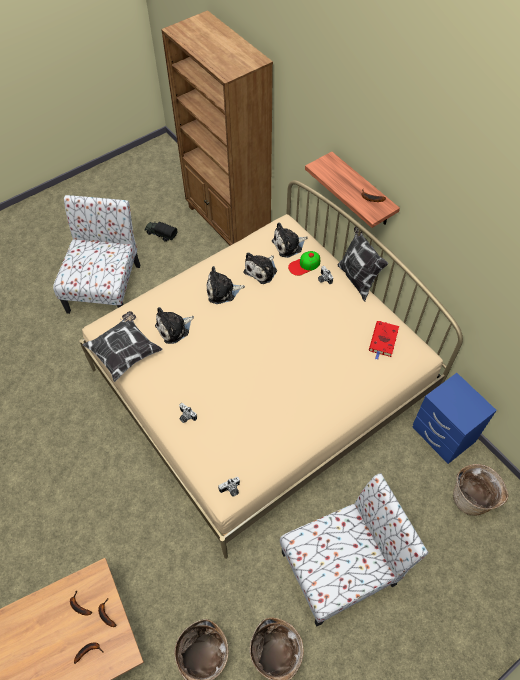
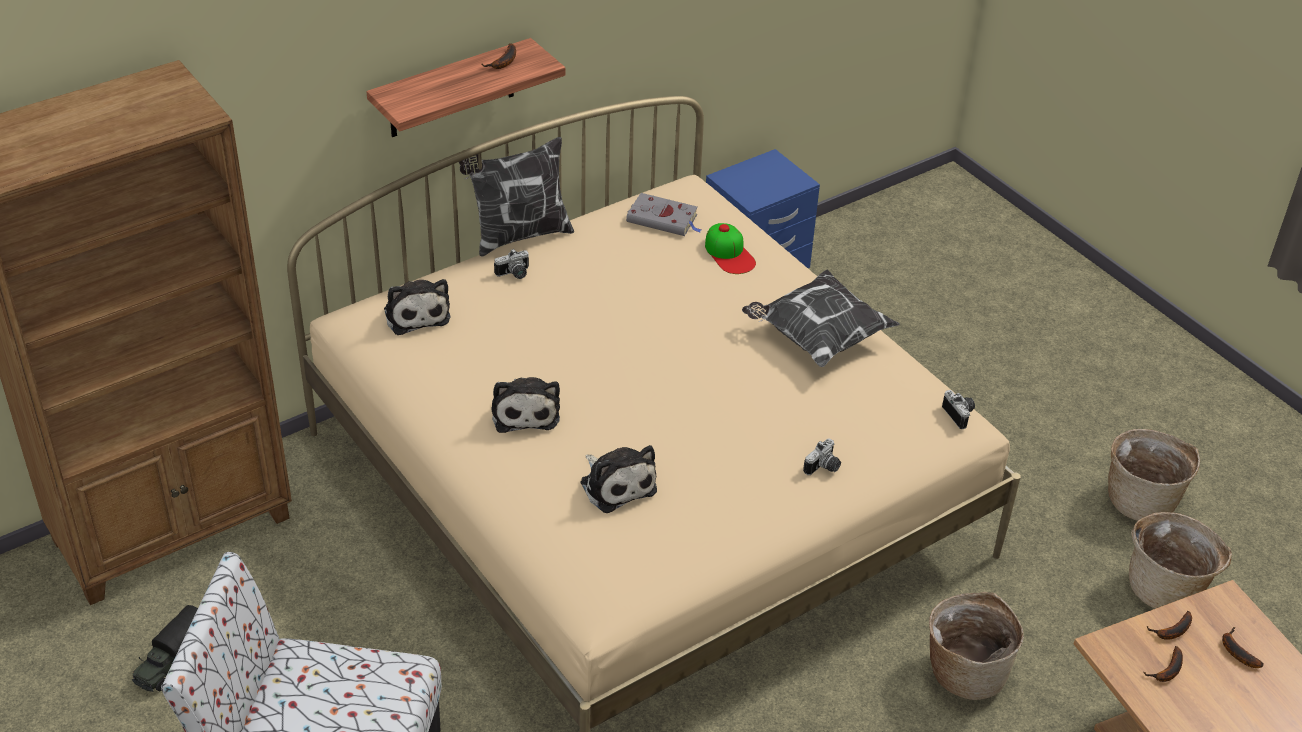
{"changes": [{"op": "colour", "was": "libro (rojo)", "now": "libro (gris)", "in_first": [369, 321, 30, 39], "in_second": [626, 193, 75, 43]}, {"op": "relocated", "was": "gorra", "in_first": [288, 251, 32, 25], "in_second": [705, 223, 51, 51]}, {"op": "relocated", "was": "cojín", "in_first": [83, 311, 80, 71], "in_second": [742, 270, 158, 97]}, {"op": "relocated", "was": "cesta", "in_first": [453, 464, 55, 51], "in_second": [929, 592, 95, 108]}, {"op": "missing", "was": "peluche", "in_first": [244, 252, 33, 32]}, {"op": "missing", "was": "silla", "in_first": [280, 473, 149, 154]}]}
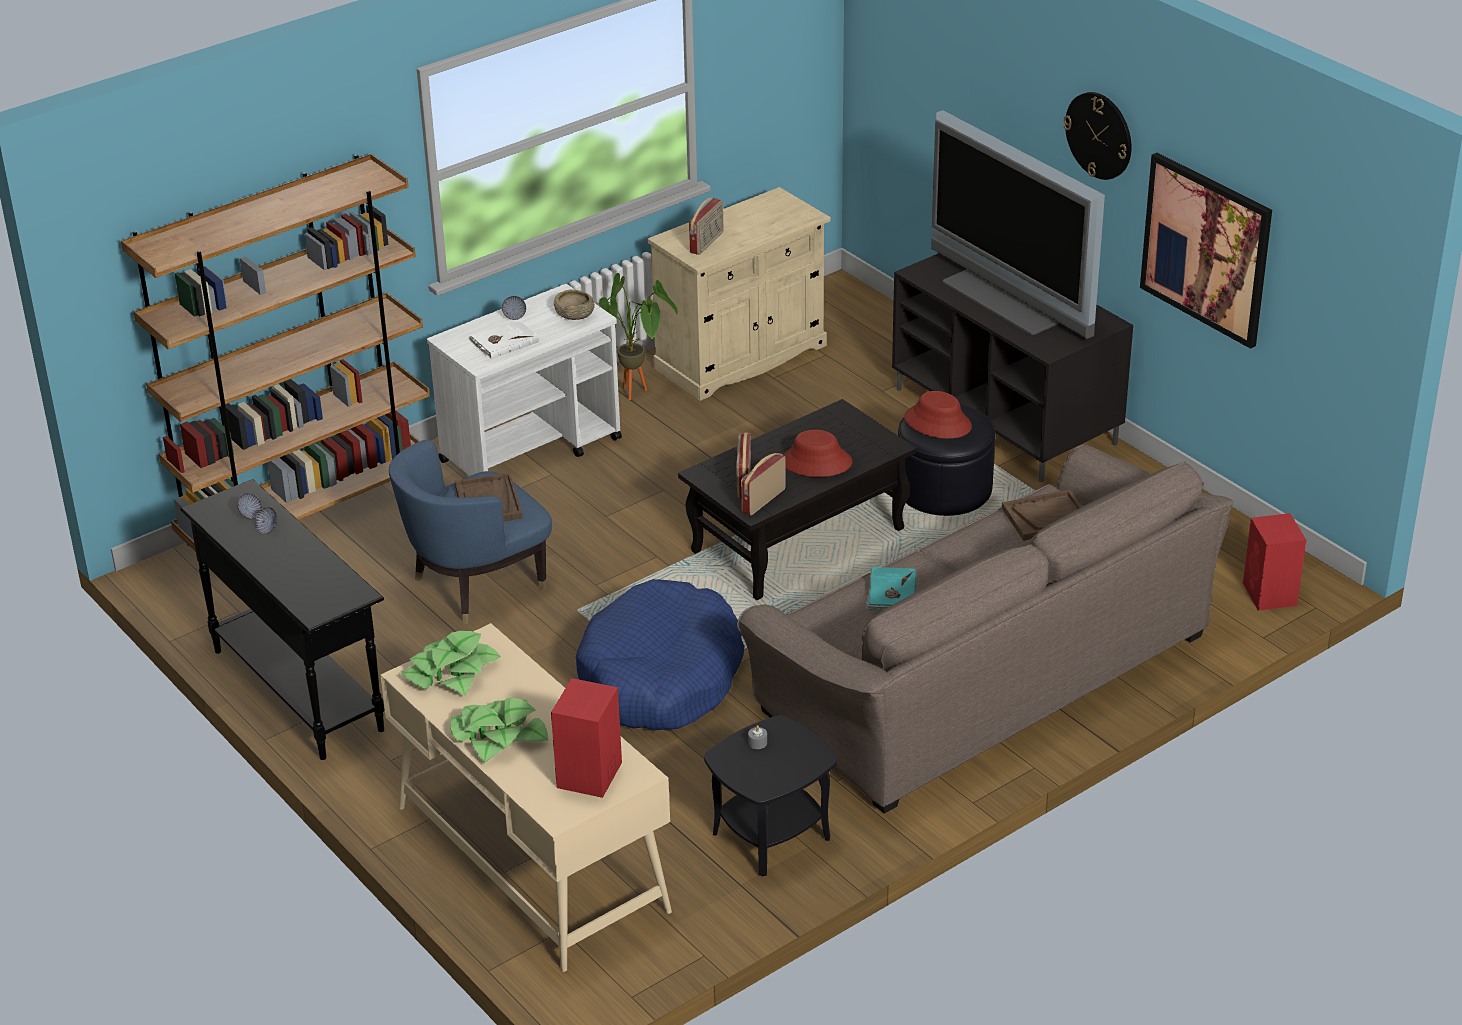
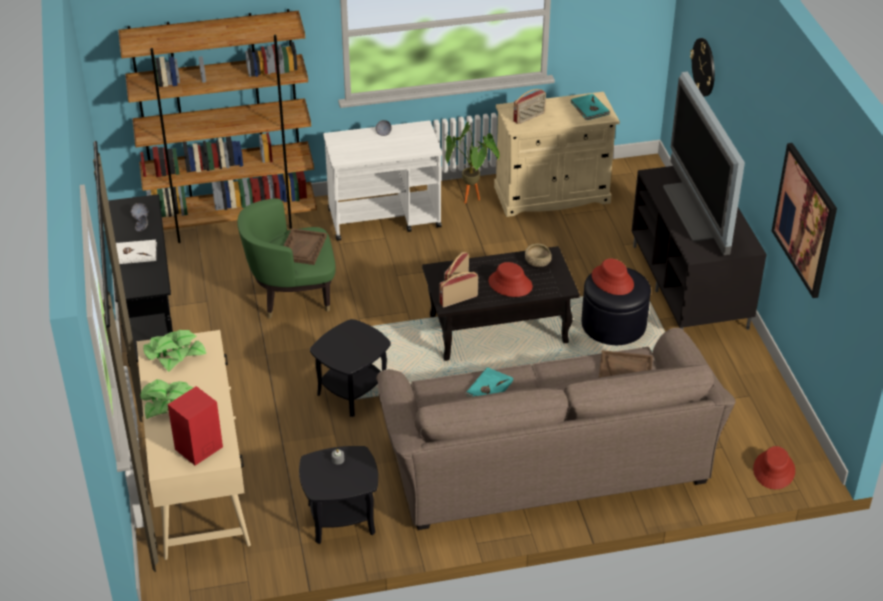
{"changes": [{"op": "relocated", "was": "libro (blanco)", "in_first": [469, 319, 70, 40], "in_second": [116, 240, 41, 24]}, {"op": "colour", "was": "sillón (azul)", "now": "sillón (verde)", "in_first": [389, 440, 163, 184], "in_second": [237, 198, 99, 121]}, {"op": "exchanged", "was": "cama para perro (azul)", "now": "mesa auxiliar (negro)", "in_first": [576, 579, 168, 152], "in_second": [310, 319, 81, 98]}, {"op": "relocated", "was": "cuenco (beis)", "in_first": [554, 289, 41, 31], "in_second": [525, 244, 27, 23]}, {"op": "appeared", "now": "libro (turquesa)", "in_second": [570, 94, 40, 26]}, {"op": "relocated", "was": "reloj de pared", "in_first": [1063, 92, 68, 88], "in_second": [690, 38, 25, 58]}, {"op": "exchanged", "was": "altavoz (rojo)", "now": "sombrero (rojo)", "in_first": [1243, 513, 63, 98], "in_second": [753, 446, 42, 43]}]}
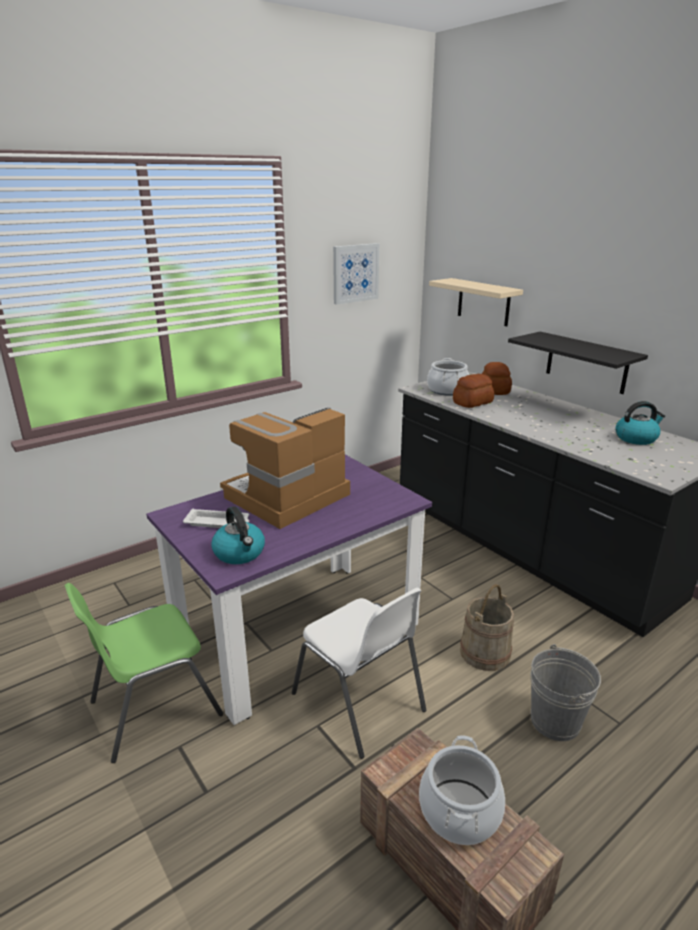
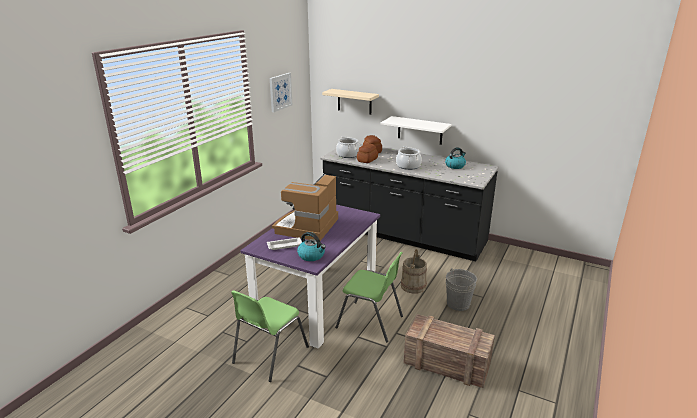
{"changes": [{"op": "colour", "was": "silla (blanco)", "now": "silla (verde)", "in_first": [292, 588, 134, 171], "in_second": [335, 252, 68, 90]}, {"op": "colour", "was": "estante (negro)", "now": "estante (blanco)", "in_first": [508, 332, 140, 62], "in_second": [381, 116, 71, 29]}, {"op": "relocated", "was": "olla", "in_first": [419, 735, 86, 110], "in_second": [396, 146, 26, 24]}]}
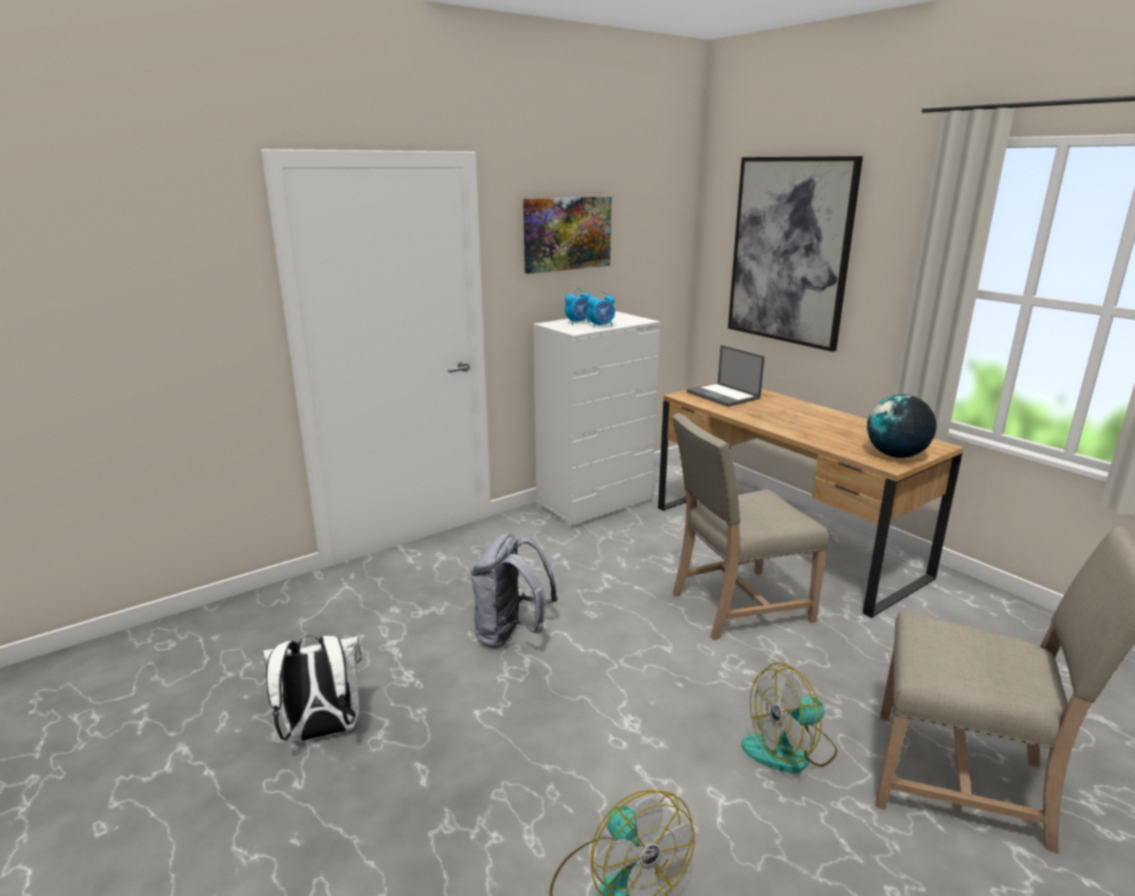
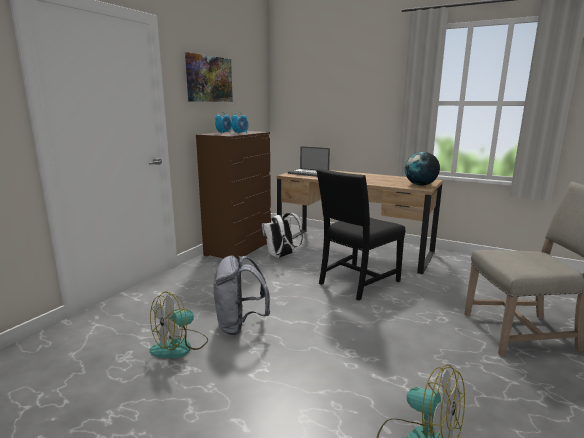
{"changes": [{"op": "relocated", "was": "ventilador", "in_first": [741, 663, 96, 110], "in_second": [150, 291, 58, 67]}, {"op": "colour", "was": "cómoda (blanco)", "now": "cómoda (marrón)", "in_first": [533, 311, 127, 216], "in_second": [196, 131, 75, 129]}, {"op": "relocated", "was": "mochila (blanco)", "in_first": [263, 635, 98, 106], "in_second": [262, 213, 41, 45]}, {"op": "colour", "was": "silla (beis)", "now": "silla (negro)", "in_first": [672, 413, 158, 227], "in_second": [316, 168, 89, 133]}, {"op": "missing", "was": "cuadro", "in_first": [728, 156, 135, 196]}]}
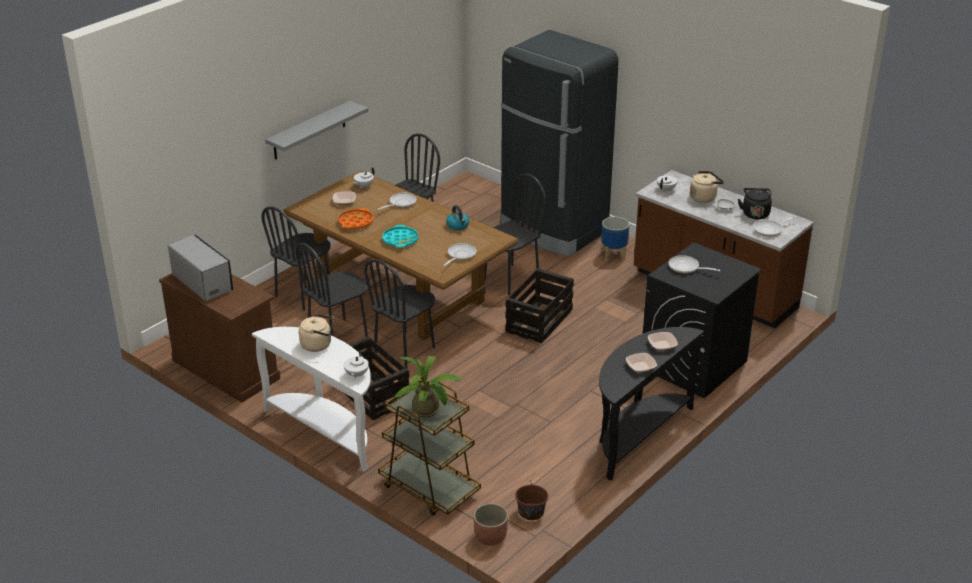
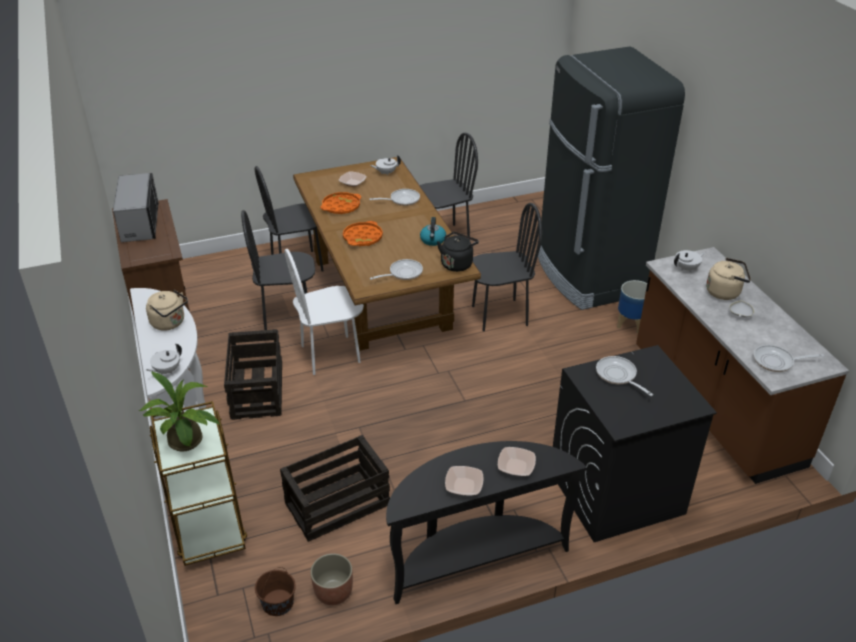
{"changes": [{"op": "relocated", "was": "caja de embalaje", "in_first": [505, 268, 69, 76], "in_second": [280, 435, 110, 107]}, {"op": "colour", "was": "silla (negro)", "now": "silla (blanco)", "in_first": [364, 259, 71, 110], "in_second": [285, 249, 79, 126]}, {"op": "relocated", "was": "maceta", "in_first": [474, 503, 34, 43], "in_second": [310, 553, 43, 52]}, {"op": "colour", "was": "bandeja (turquesa)", "now": "bandeja (naranja)", "in_first": [382, 225, 36, 22], "in_second": [343, 221, 40, 25]}, {"op": "relocated", "was": "hervidor (negro)", "in_first": [738, 188, 34, 31], "in_second": [437, 232, 42, 40]}, {"op": "missing", "was": "estante (gris)", "in_first": [265, 101, 103, 59]}]}
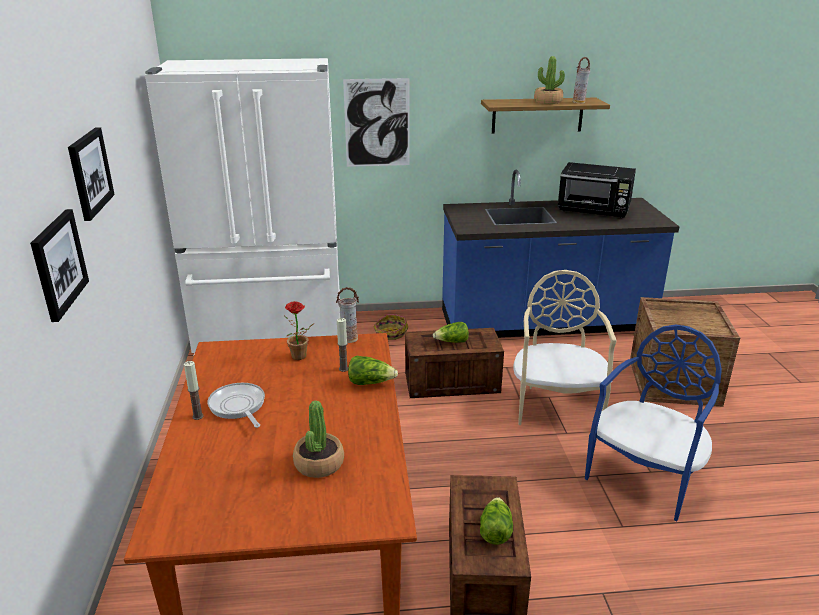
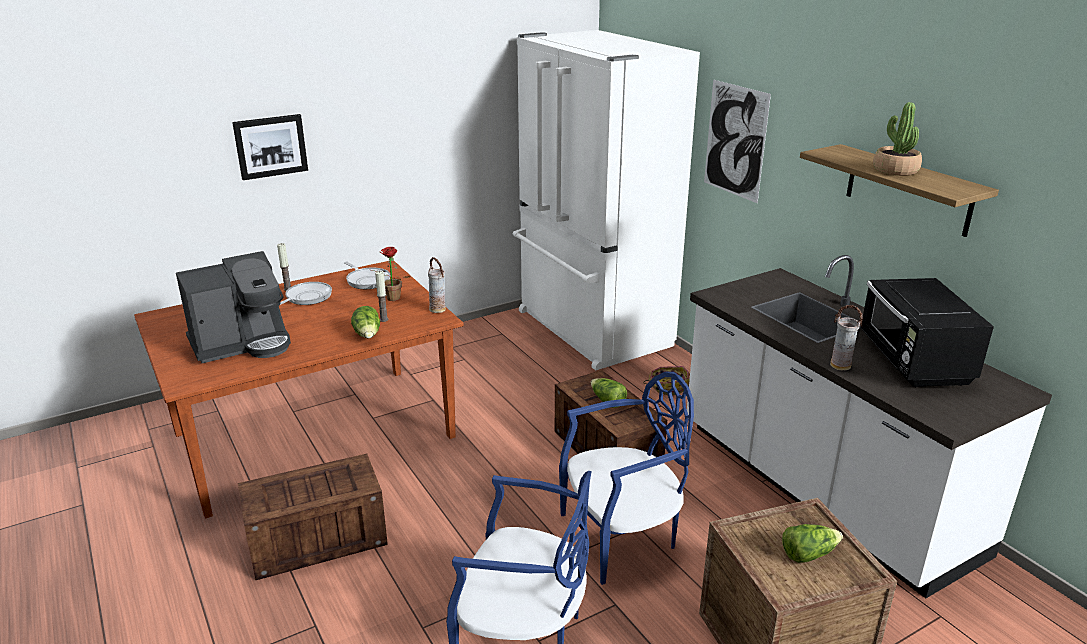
{"changes": [{"op": "exchanged", "was": "planta en maceta", "now": "cafetera", "in_first": [293, 400, 51, 78], "in_second": [176, 251, 115, 112]}, {"op": "appeared", "now": "sartén", "in_second": [344, 261, 47, 28]}, {"op": "colour", "was": "silla (beis)", "now": "silla (azul)", "in_first": [513, 270, 104, 155], "in_second": [559, 372, 135, 213]}, {"op": "colour", "was": "mueble bajo de cocina (azul)", "now": "mueble bajo de cocina (blanco)", "in_first": [442, 170, 238, 168], "in_second": [687, 255, 365, 343]}, {"op": "relocated", "was": "lechuga", "in_first": [480, 497, 33, 48], "in_second": [782, 524, 61, 39]}, {"op": "relocated", "was": "florero", "in_first": [572, 57, 18, 47], "in_second": [830, 305, 33, 66]}, {"op": "missing", "was": "cuadro", "in_first": [68, 127, 47, 94]}]}
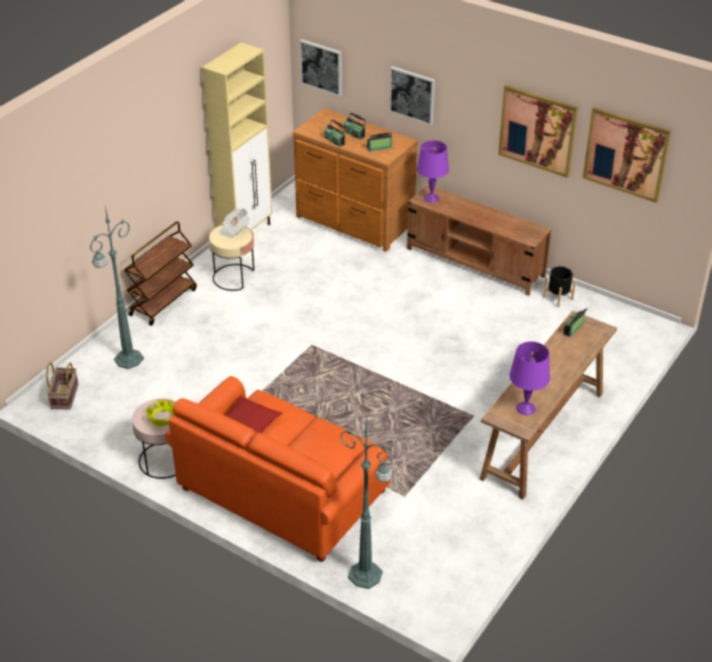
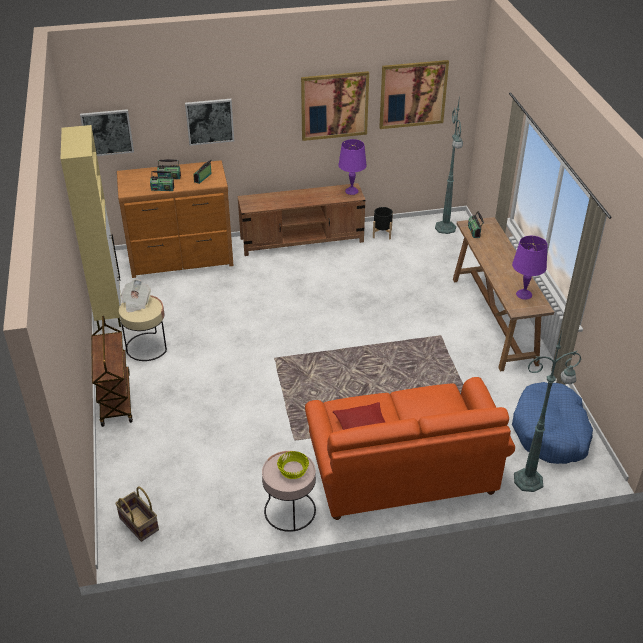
{"changes": [{"op": "relocated", "was": "lámpara de mesa (morado)", "in_first": [417, 140, 32, 63], "in_second": [338, 139, 29, 56]}, {"op": "relocated", "was": "lámpara de pie (verde)", "in_first": [90, 206, 54, 163], "in_second": [435, 95, 28, 139]}, {"op": "appeared", "now": "cama para perro (azul)", "in_second": [512, 382, 81, 82]}]}
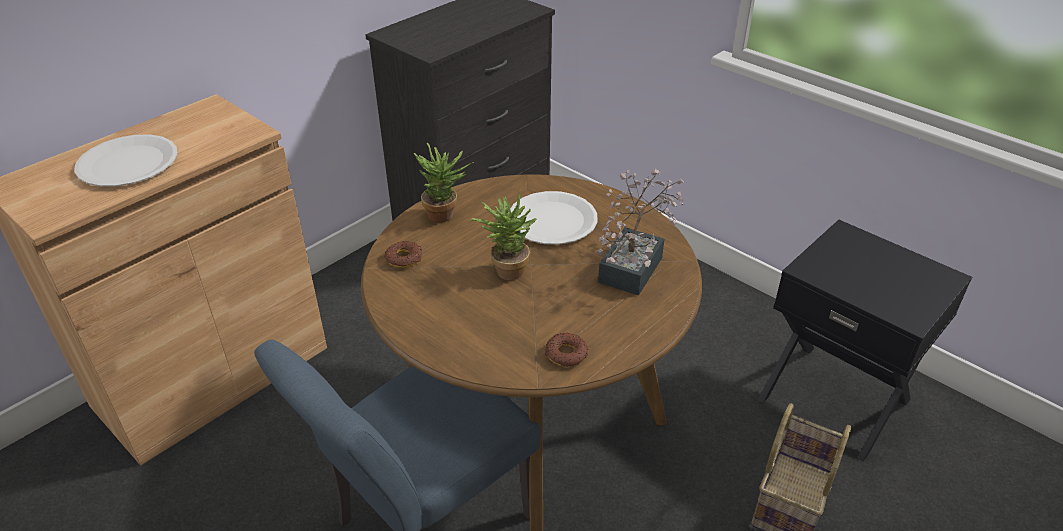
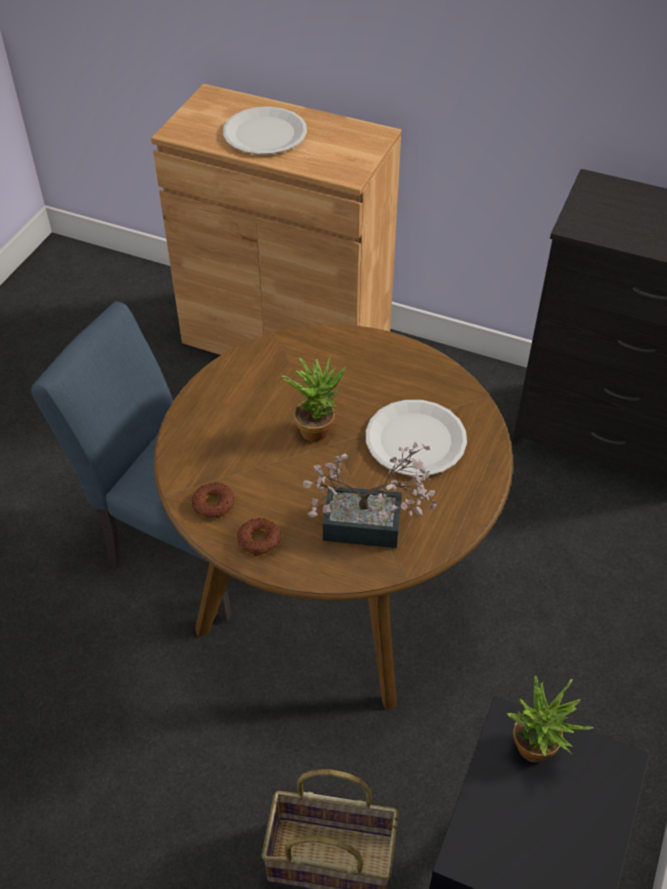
{"changes": [{"op": "relocated", "was": "rosquilla", "in_first": [384, 241, 38, 27], "in_second": [237, 518, 44, 38]}, {"op": "relocated", "was": "planta en maceta", "in_first": [414, 142, 60, 80], "in_second": [507, 675, 86, 88]}]}
